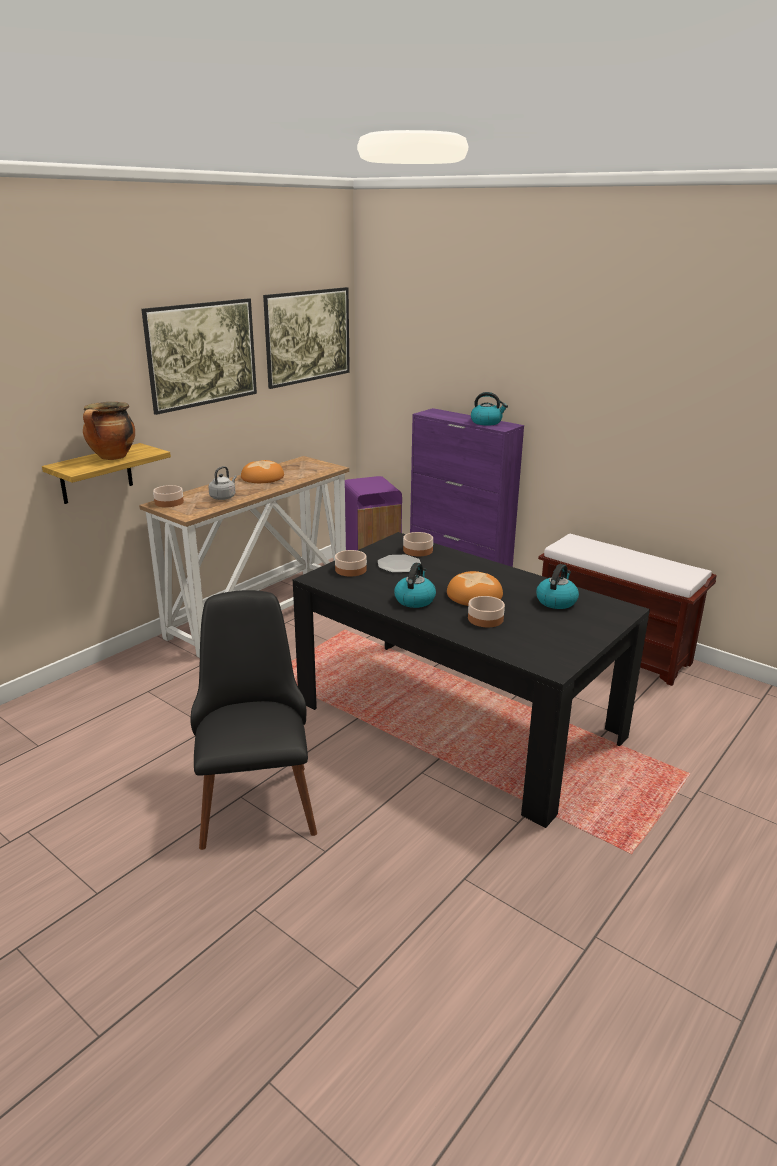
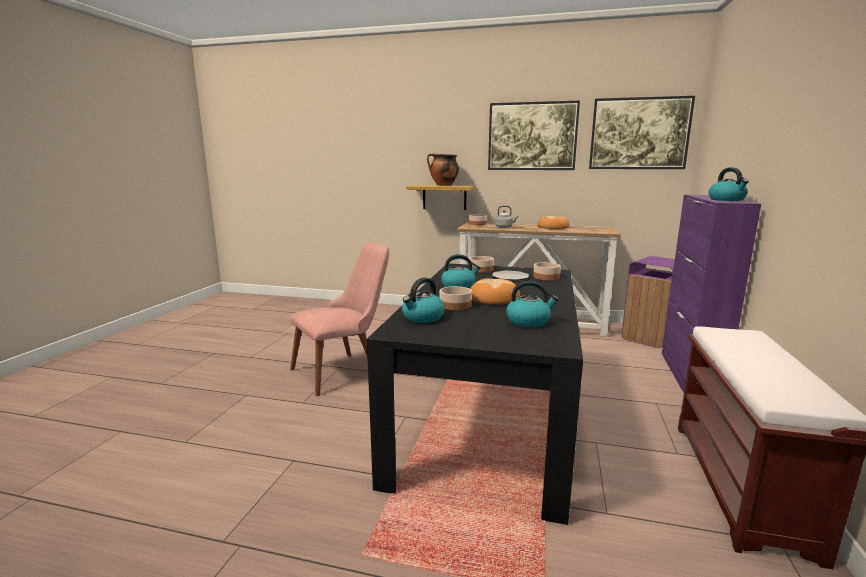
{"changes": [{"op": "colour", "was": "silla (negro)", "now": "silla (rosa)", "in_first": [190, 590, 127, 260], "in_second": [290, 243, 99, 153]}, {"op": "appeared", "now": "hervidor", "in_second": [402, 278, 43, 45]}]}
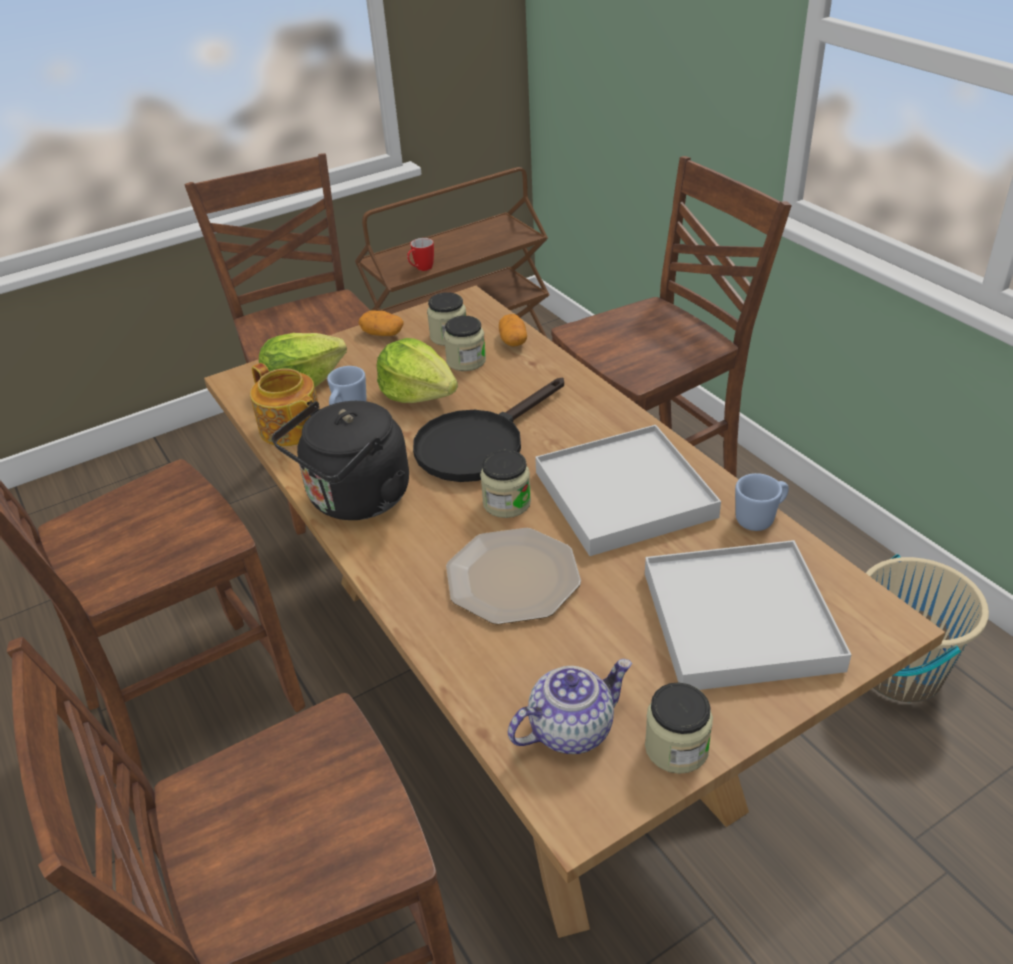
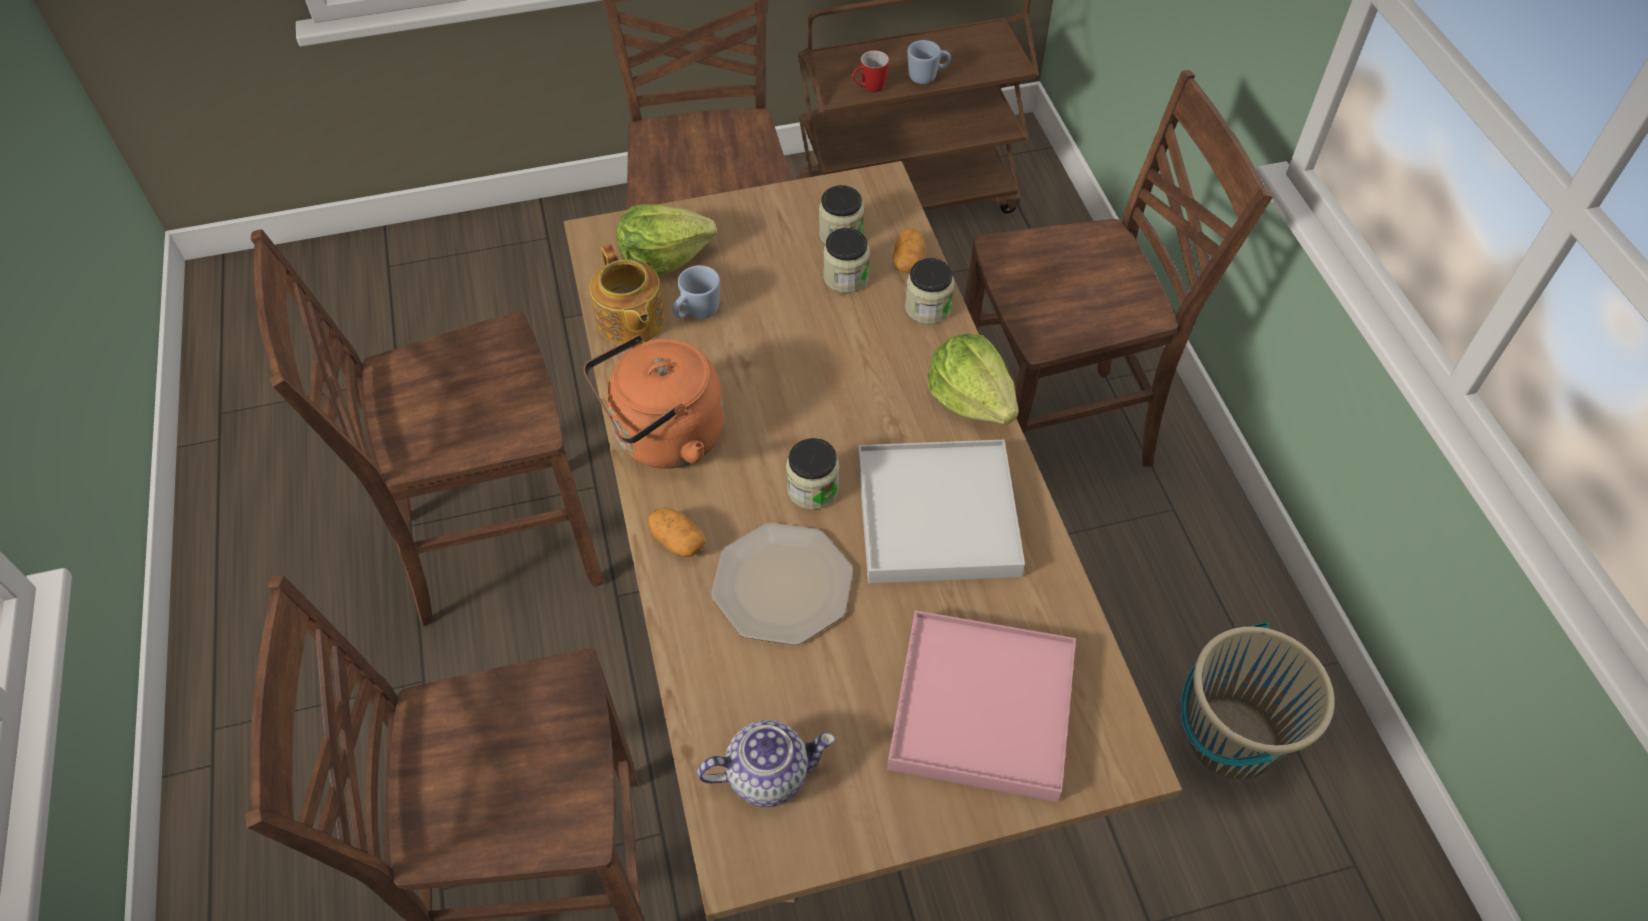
{"changes": [{"op": "colour", "was": "hervidor (negro)", "now": "hervidor (naranja)", "in_first": [272, 401, 137, 119], "in_second": [584, 335, 140, 134]}, {"op": "relocated", "was": "patata", "in_first": [359, 310, 44, 26], "in_second": [648, 507, 58, 50]}, {"op": "colour", "was": "bandeja (blanco)", "now": "bandeja (rosa)", "in_first": [645, 540, 206, 150], "in_second": [887, 610, 189, 192]}, {"op": "relocated", "was": "tarro", "in_first": [645, 682, 68, 92], "in_second": [905, 258, 50, 66]}, {"op": "relocated", "was": "taza grande (azul)", "in_first": [735, 473, 54, 58], "in_second": [907, 40, 44, 44]}, {"op": "relocated", "was": "lechuga", "in_first": [376, 338, 82, 65], "in_second": [928, 334, 91, 90]}, {"op": "missing", "was": "sartén (negro)", "in_first": [413, 378, 151, 104]}]}
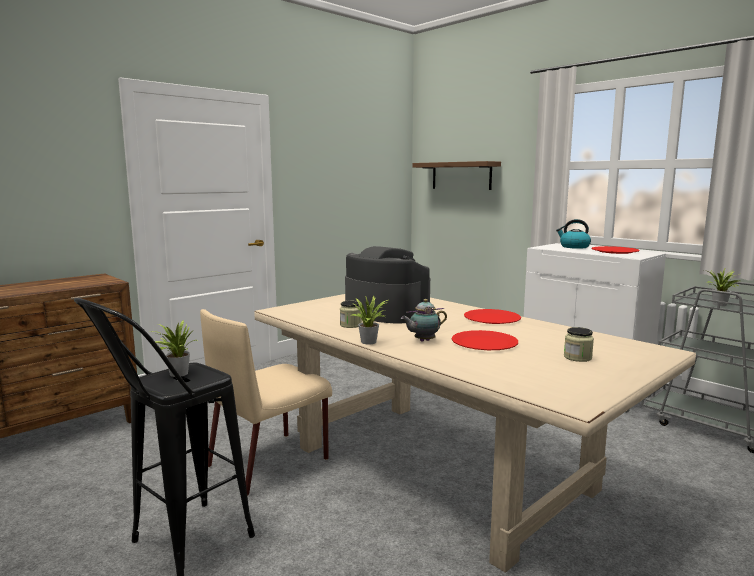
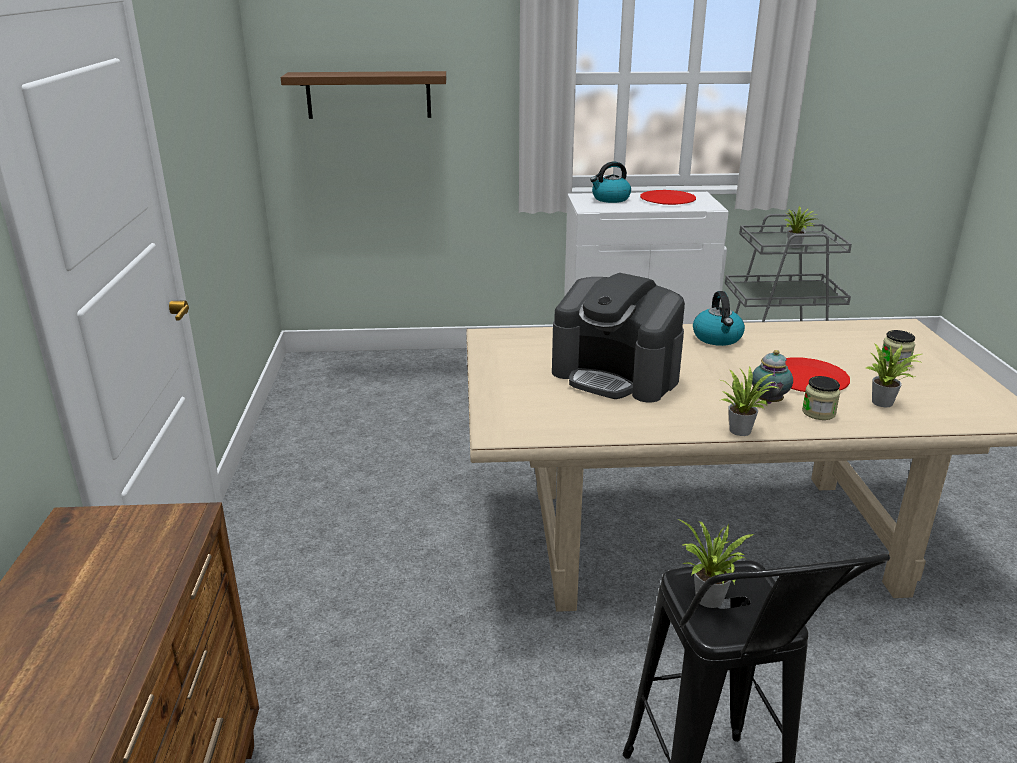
{"changes": [{"op": "spun", "was": "cafetera", "in_first": [345, 246, 85, 78], "in_second": [552, 273, 133, 129], "clockwise": -135}, {"op": "exchanged", "was": "plato (rojo)", "now": "hervidor", "in_first": [464, 309, 57, 15], "in_second": [693, 291, 52, 55]}, {"op": "relocated", "was": "tarro", "in_first": [340, 300, 22, 28], "in_second": [802, 376, 38, 44]}, {"op": "appeared", "now": "planta en maceta", "in_second": [866, 343, 57, 64]}, {"op": "missing", "was": "silla (beis)", "in_first": [200, 309, 132, 187]}]}
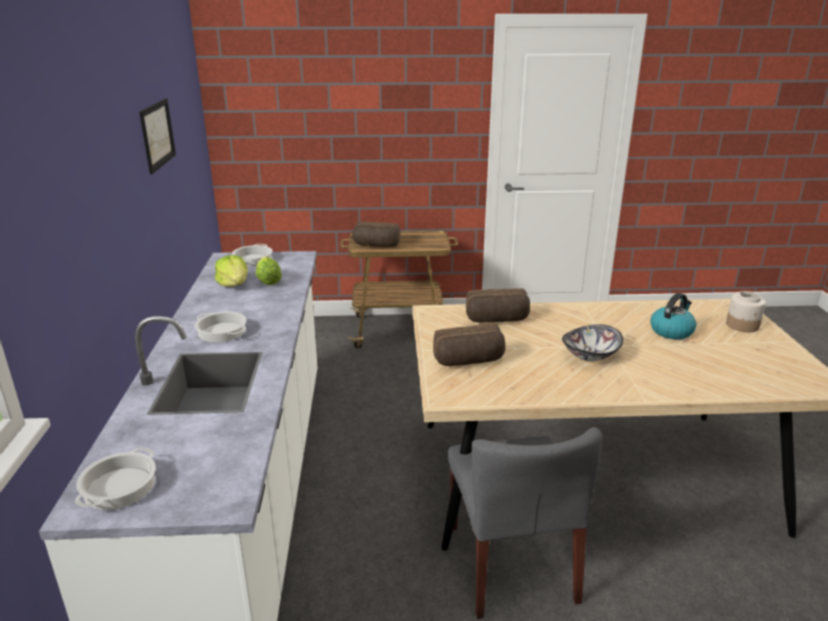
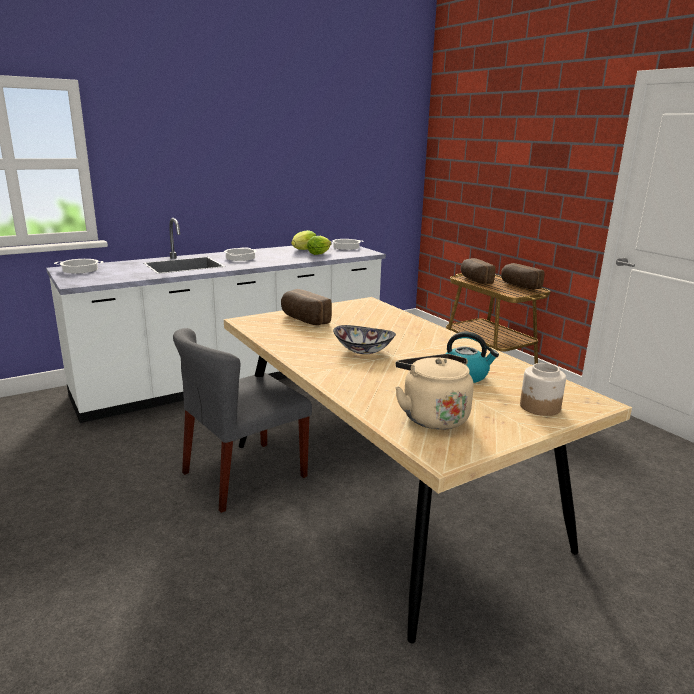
{"changes": [{"op": "appeared", "now": "hervidor (beis)", "in_second": [395, 354, 79, 76]}, {"op": "relocated", "was": "pan", "in_first": [466, 288, 64, 35], "in_second": [501, 263, 44, 26]}, {"op": "missing", "was": "cuadro", "in_first": [139, 98, 37, 76]}]}
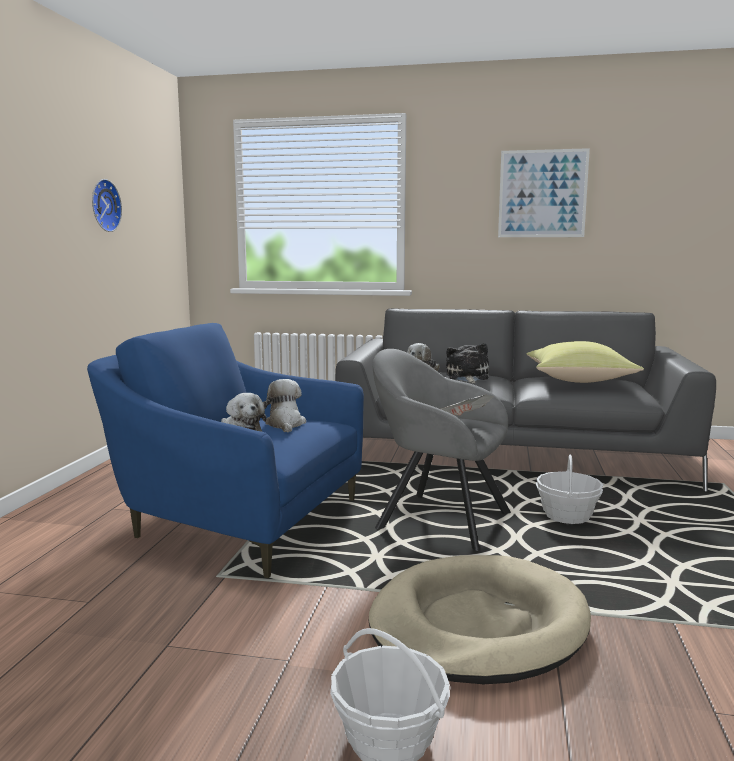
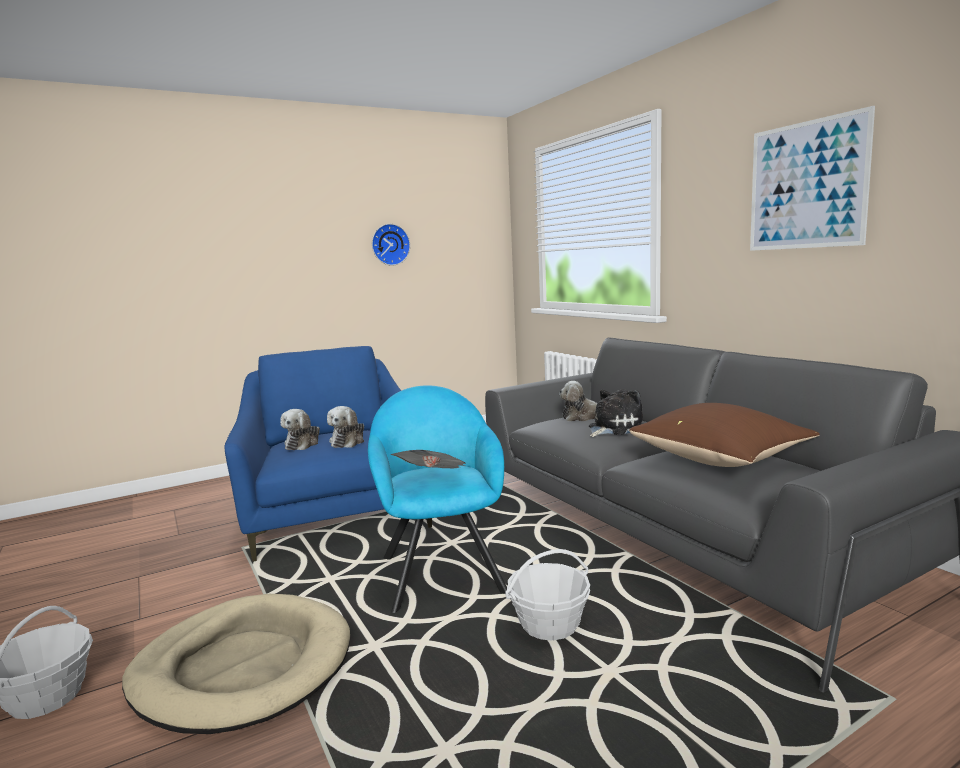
{"changes": [{"op": "spun", "was": "peluche", "in_first": [263, 379, 43, 54], "in_second": [327, 406, 37, 42], "clockwise": 150}, {"op": "colour", "was": "sillón (gris)", "now": "sillón (turquesa)", "in_first": [373, 349, 138, 202], "in_second": [368, 385, 139, 228]}, {"op": "colour", "was": "cojín (amarillo)", "now": "cojín (marrón)", "in_first": [527, 341, 117, 42], "in_second": [629, 403, 191, 64]}]}
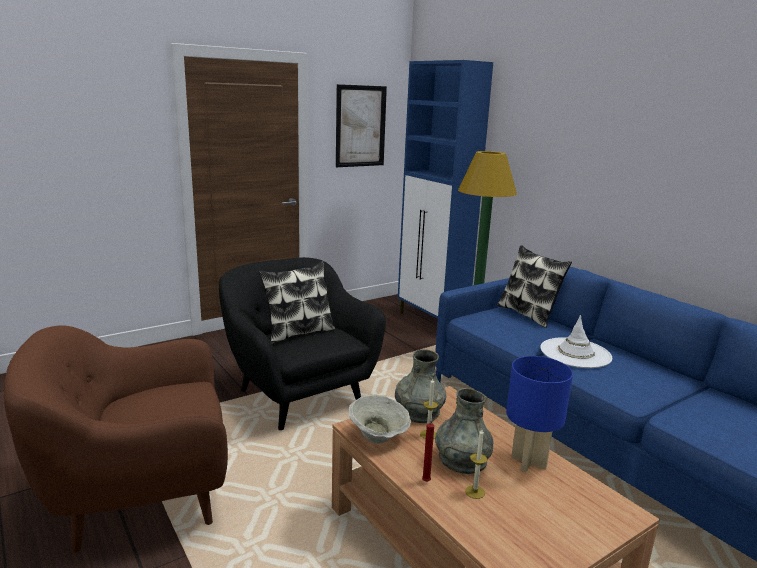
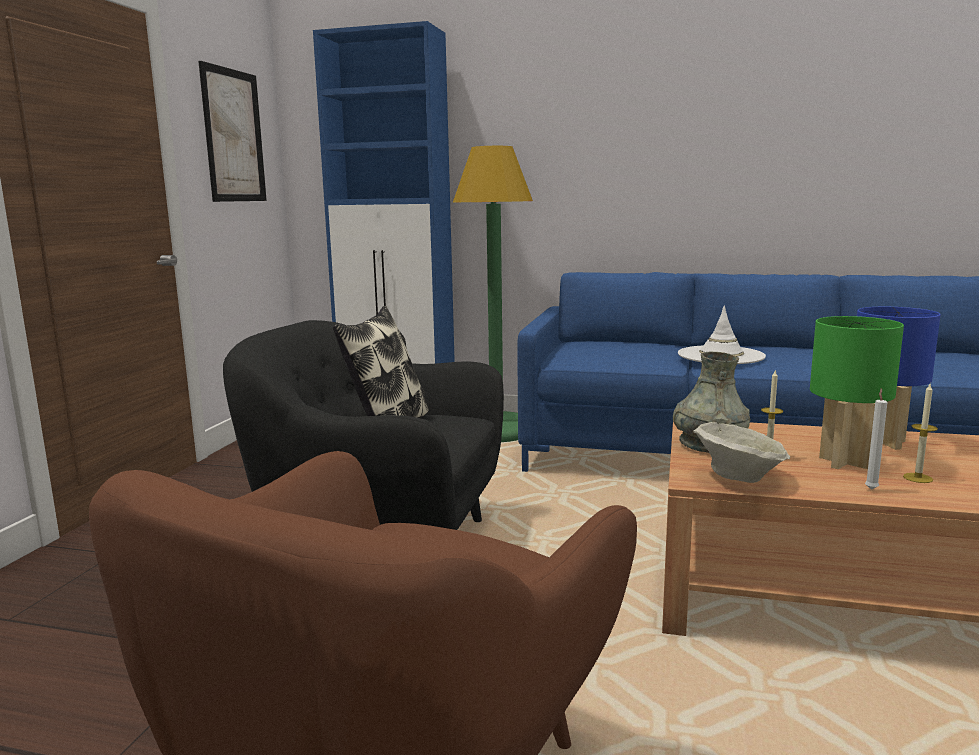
{"changes": [{"op": "exchanged", "was": "florero (gris)", "now": "lámpara de mesa (verde)", "in_first": [435, 388, 58, 86], "in_second": [810, 316, 94, 153]}, {"op": "colour", "was": "vela (rojo)", "now": "vela (blanco)", "in_first": [422, 417, 15, 65], "in_second": [865, 388, 22, 102]}, {"op": "missing", "was": "cojín", "in_first": [497, 245, 75, 83]}]}
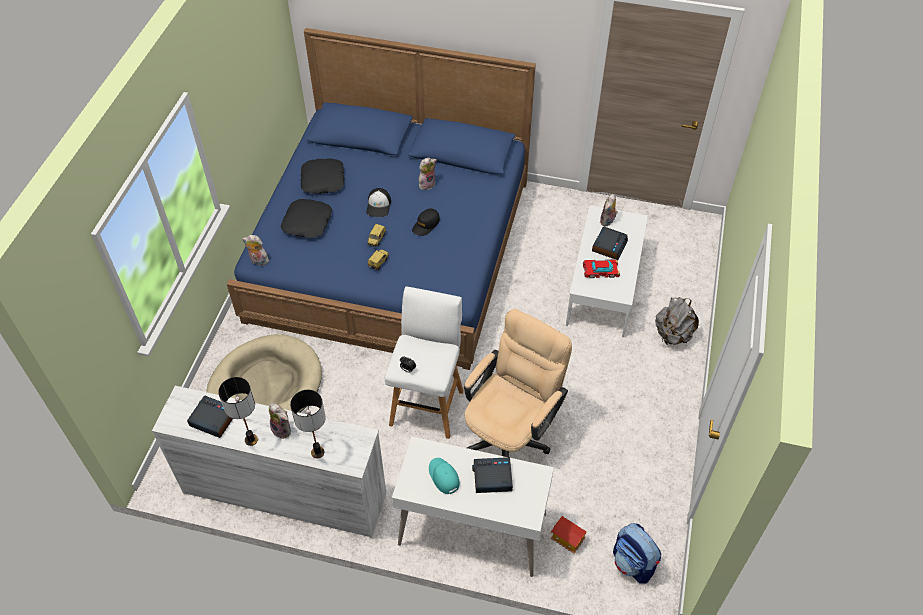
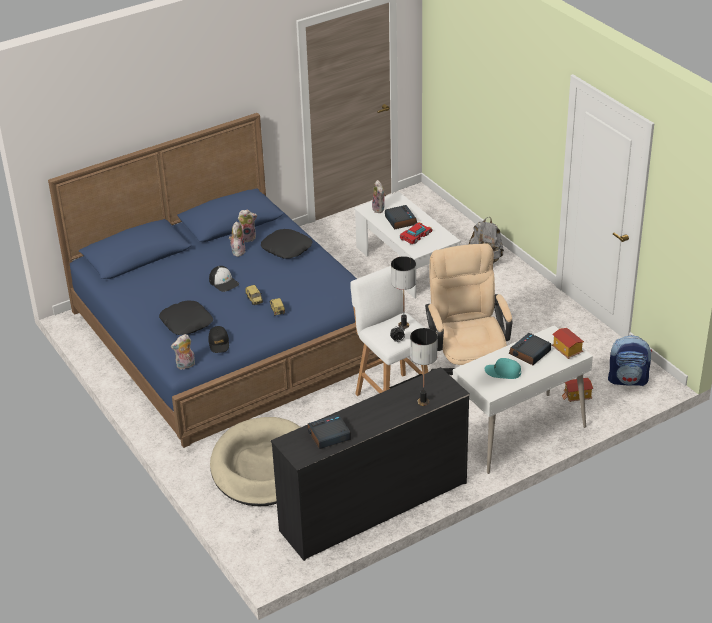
{"changes": [{"op": "relocated", "was": "gorra (negro)", "in_first": [412, 209, 28, 27], "in_second": [208, 326, 21, 27]}, {"op": "relocated", "was": "peluche", "in_first": [269, 403, 22, 36], "in_second": [238, 210, 19, 32]}, {"op": "relocated", "was": "cojín (negro)", "in_first": [300, 158, 45, 36], "in_second": [261, 229, 52, 30]}, {"op": "colour", "was": "cómoda (blanco)", "now": "cómoda (negro)", "in_first": [152, 386, 234, 152], "in_second": [271, 367, 199, 194]}, {"op": "relocated", "was": "lámpara de mesa", "in_first": [218, 377, 40, 69], "in_second": [391, 256, 25, 73]}, {"op": "appeared", "now": "casita", "in_second": [552, 328, 32, 31]}]}
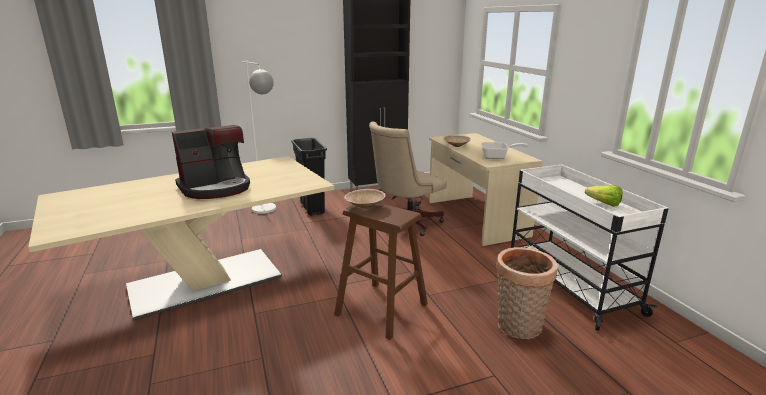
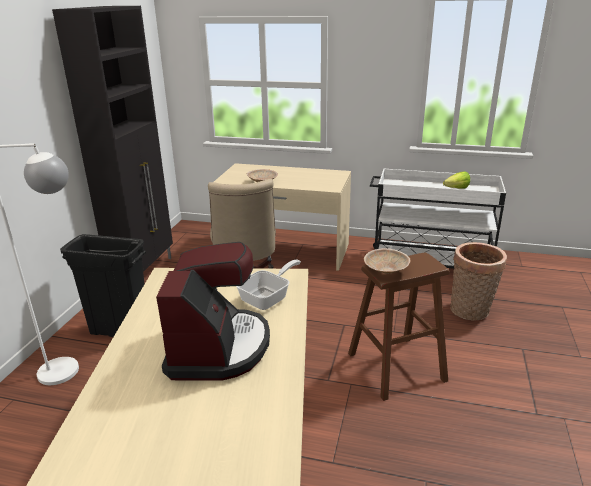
{"changes": [{"op": "relocated", "was": "sartén", "in_first": [481, 142, 48, 17], "in_second": [236, 260, 65, 50]}]}
